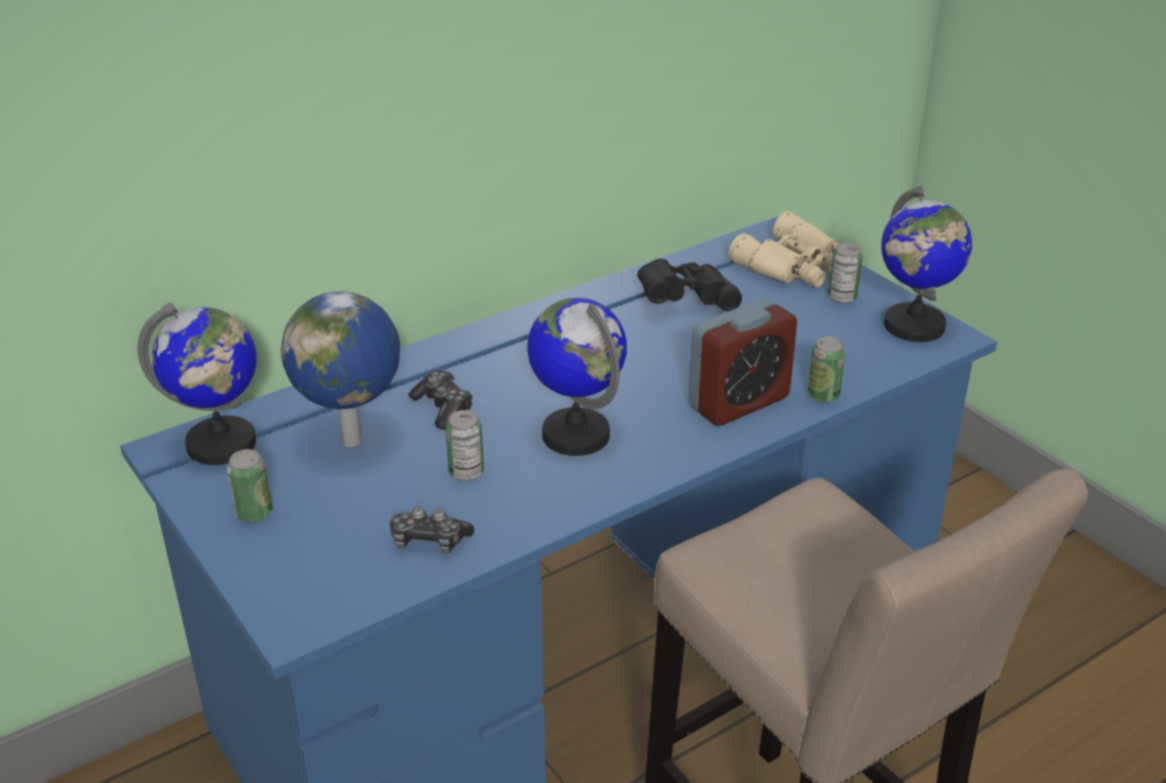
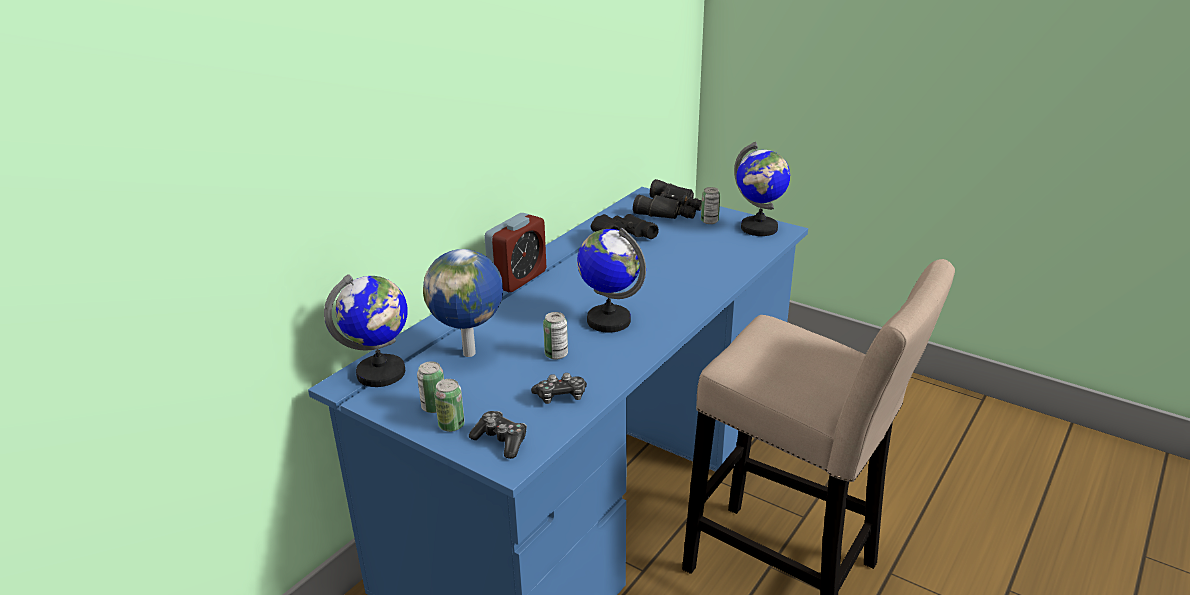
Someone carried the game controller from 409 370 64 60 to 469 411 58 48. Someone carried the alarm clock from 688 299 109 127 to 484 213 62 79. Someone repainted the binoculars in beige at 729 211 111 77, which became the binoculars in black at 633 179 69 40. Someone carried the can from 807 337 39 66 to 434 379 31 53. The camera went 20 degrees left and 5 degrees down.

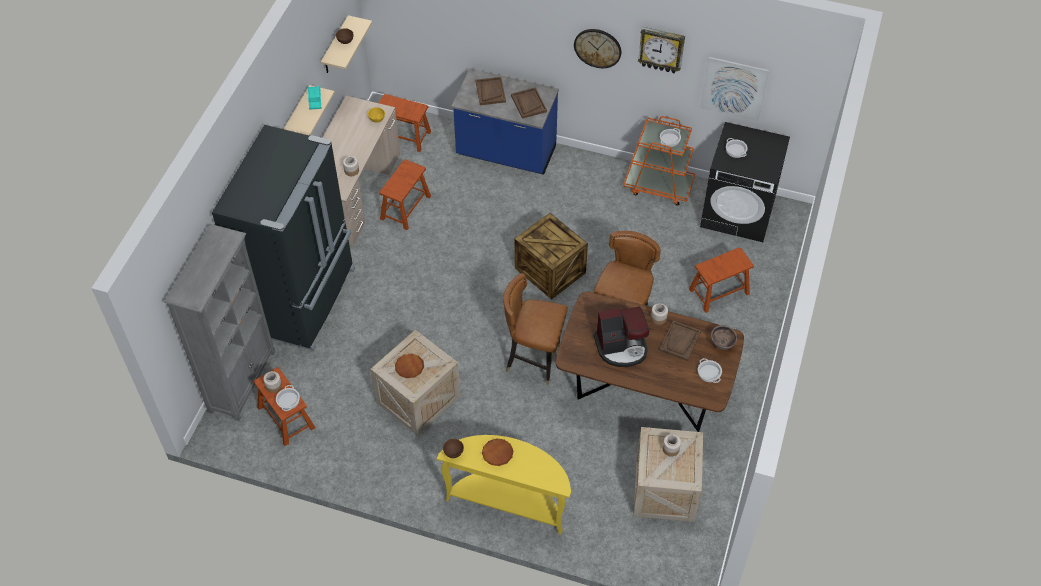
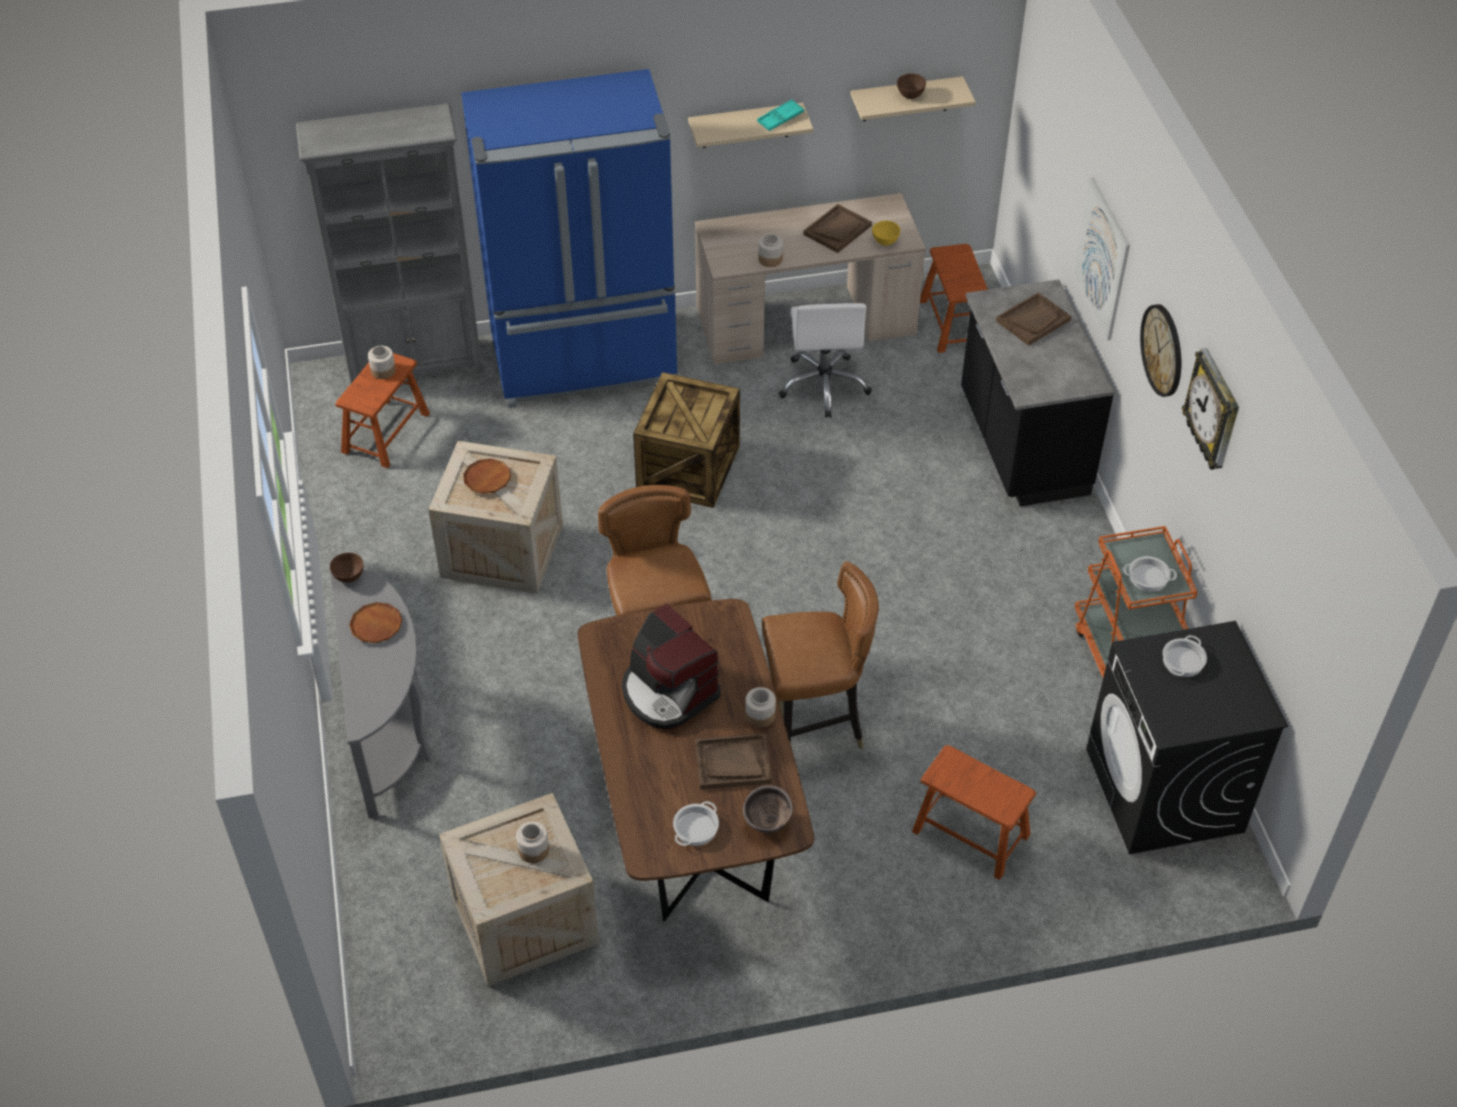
Someone repainted the fridge in black at 212 125 143 226, which became the fridge in blue at 461 69 216 339. Someone took away the cooking pot at 276 385 24 26. Someone swapped the stool in brown at 379 160 52 70 for the office chair in white at 779 303 93 115. Someone repainted the console table in yellow at 437 435 134 100, which became the console table in grey at 329 563 103 255. Someone repainted the counter in blue at 451 68 108 107, which became the counter in black at 961 279 154 227. Someone carried the tray in brown from 511 87 36 32 to 803 204 69 49. Someone carried the crate from 515 213 73 86 to 633 372 107 136. Someone carried the picture from 700 57 69 64 to 1074 178 56 162. The camera went 60 degrees right and 5 degrees down.

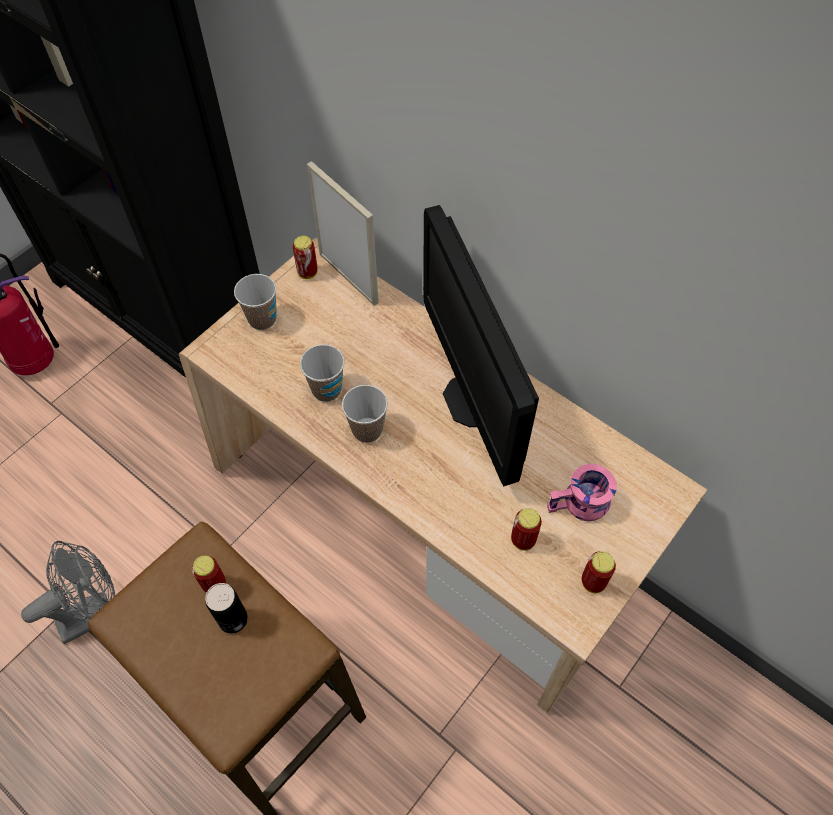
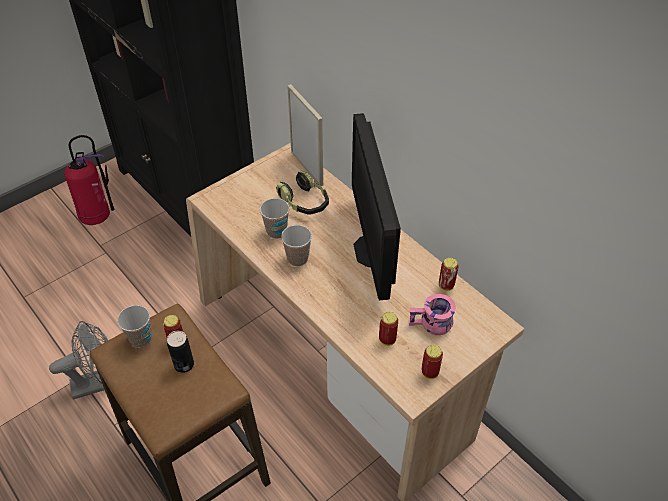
Someone carried the cup from 234 274 43 56 to 117 305 35 43. Someone carried the can from 293 236 25 43 to 439 258 20 33. Someone put down the headphones at 276 171 53 44. The camera went 10 degrees right and 10 degrees down.

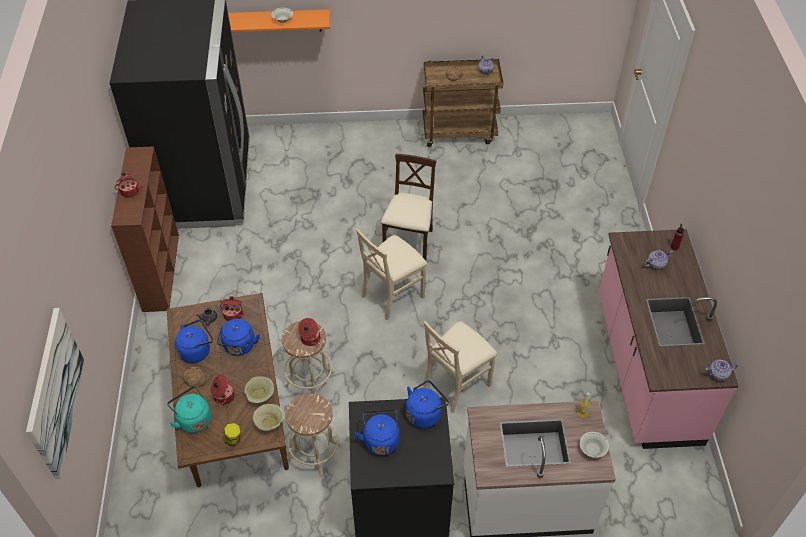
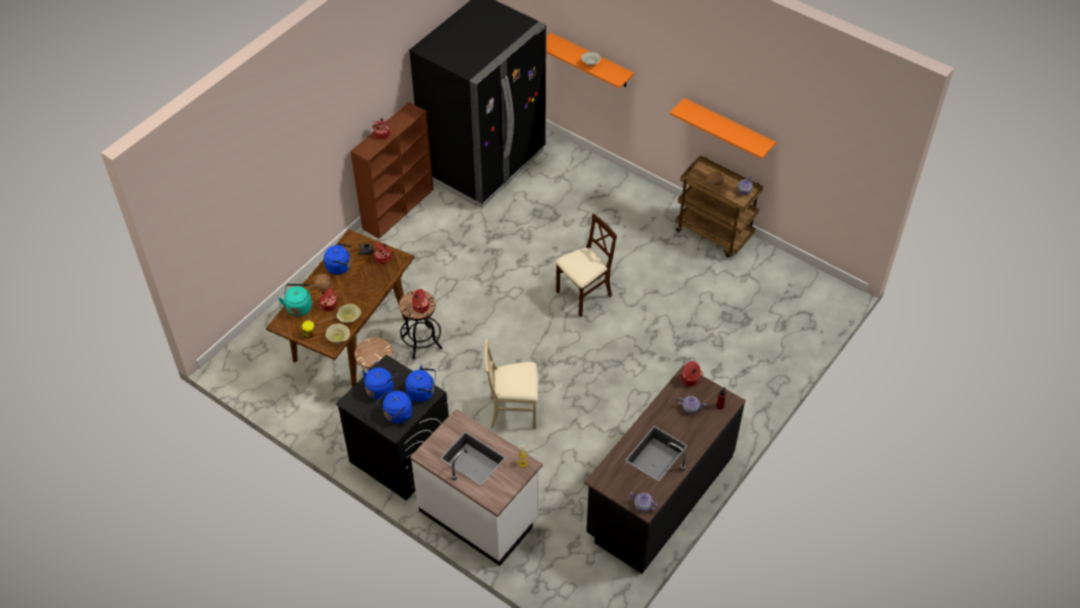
Someone took away the picture at 26 308 58 171. Someone carried the kettle in blue from 217 319 43 37 to 377 391 35 32. Someone repainted the stool in beige at 282 321 53 73, which became the stool in black at 399 290 43 69. Someone took away the chair in beige at 356 228 71 92. Someone took away the bowl in white at 580 432 29 26. Someone repainted the counter in pink at 598 229 141 220, which became the counter in black at 584 365 162 209. Someone put up the shelf in orange at 670 98 106 61. Someone put down the cooking pot at 679 361 24 25. The camera went 40 degrees right and 0 degrees up.

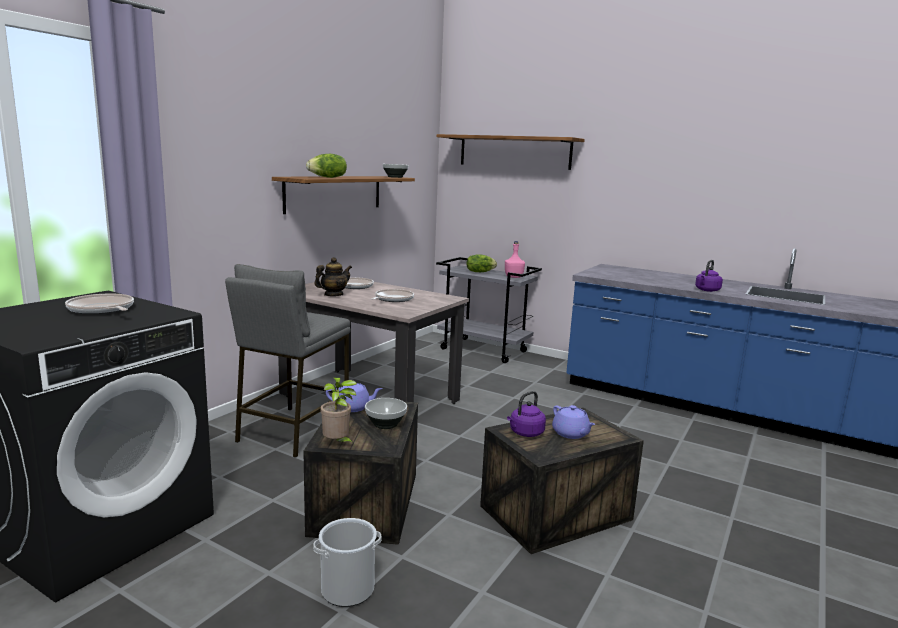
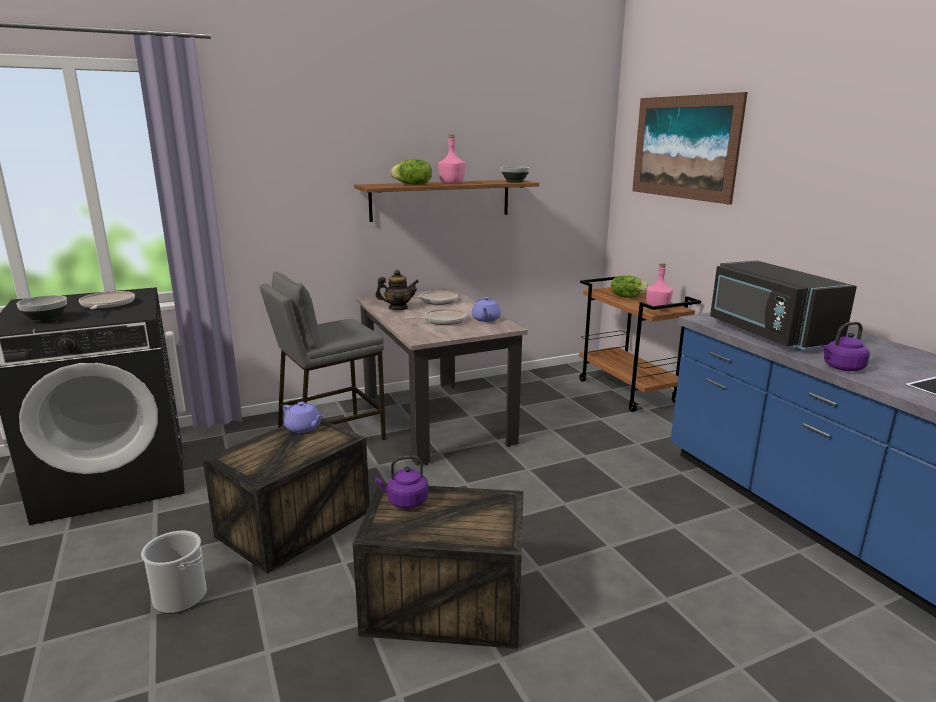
Someone took away the potted plant at 321 378 36 68. Someone carried the bowl from 365 398 42 31 to 17 295 50 28. Someone repainted the cart in grey at 436 257 106 106, which became the cart in brown at 579 277 122 135. Someone swapped the shelf at 437 134 148 36 for the picture at 632 92 116 113. Someone carried the teapot in purple from 552 405 43 34 to 472 297 29 25. Someone put down the bottle in pink at 438 135 28 49. Someone put down the microwave in black at 710 261 147 89. The camera went 35 degrees right and 5 degrees up.

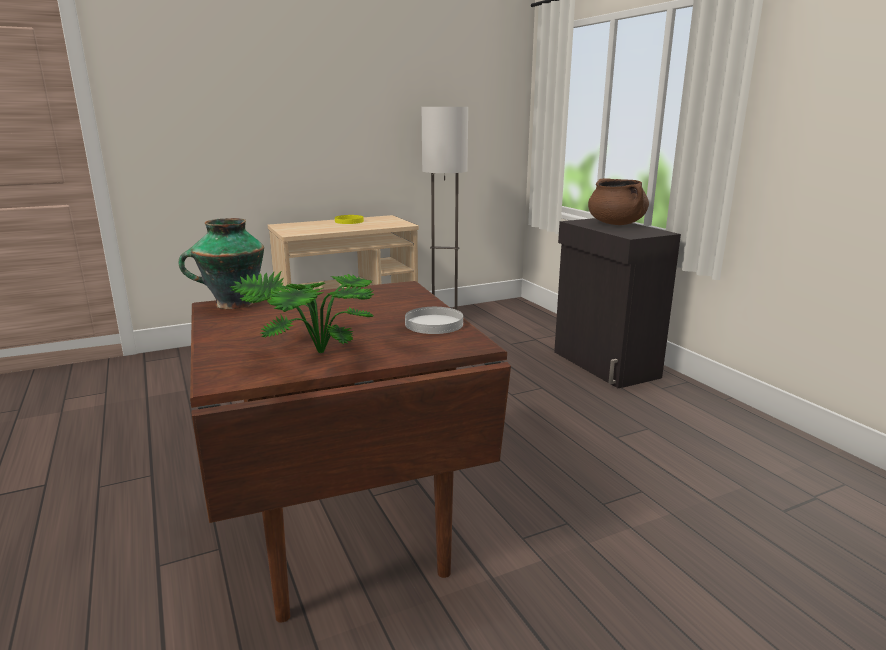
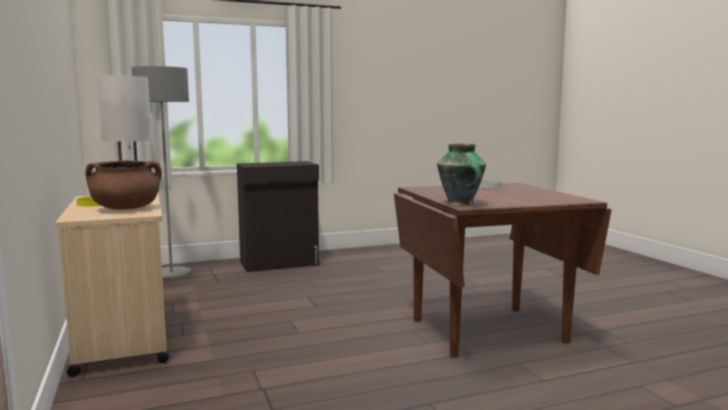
Someone took away the potted plant at 231 272 143 81. Someone carried the cooking pot in brown from 588 178 61 47 to 85 160 77 50. Someone put down the floor lamp in grey at 131 66 60 212. The camera went 85 degrees left and 10 degrees down.

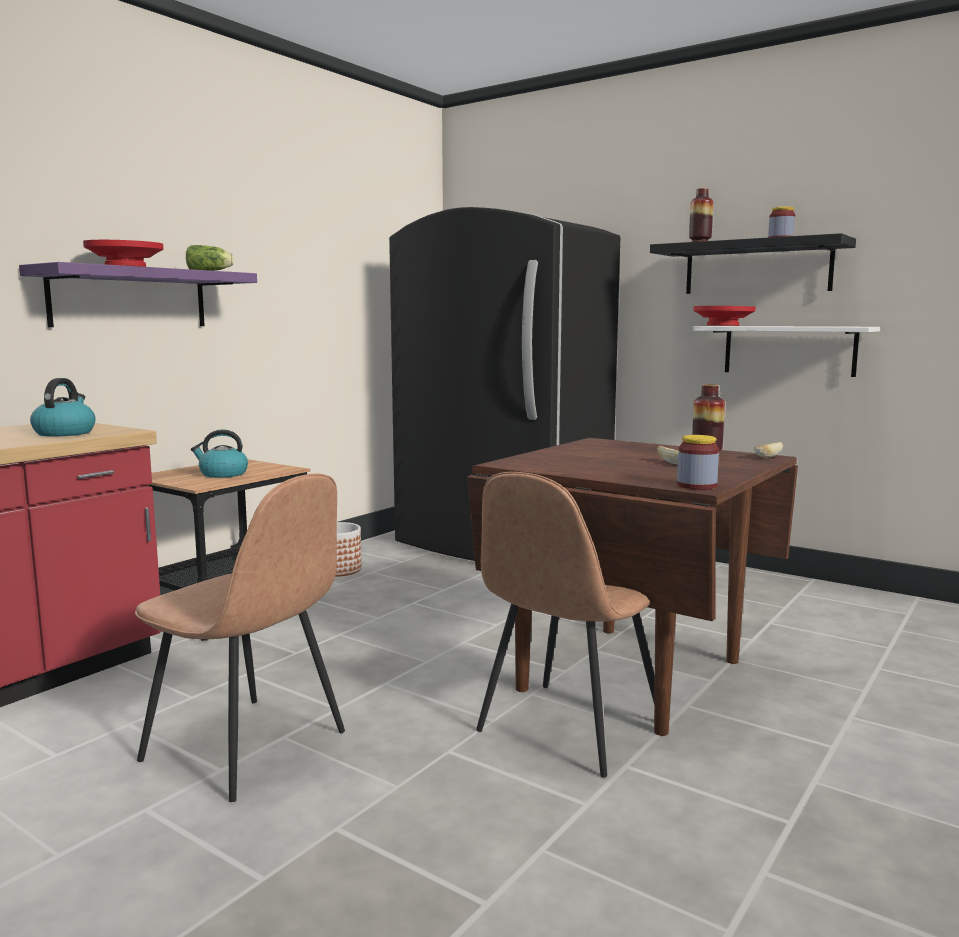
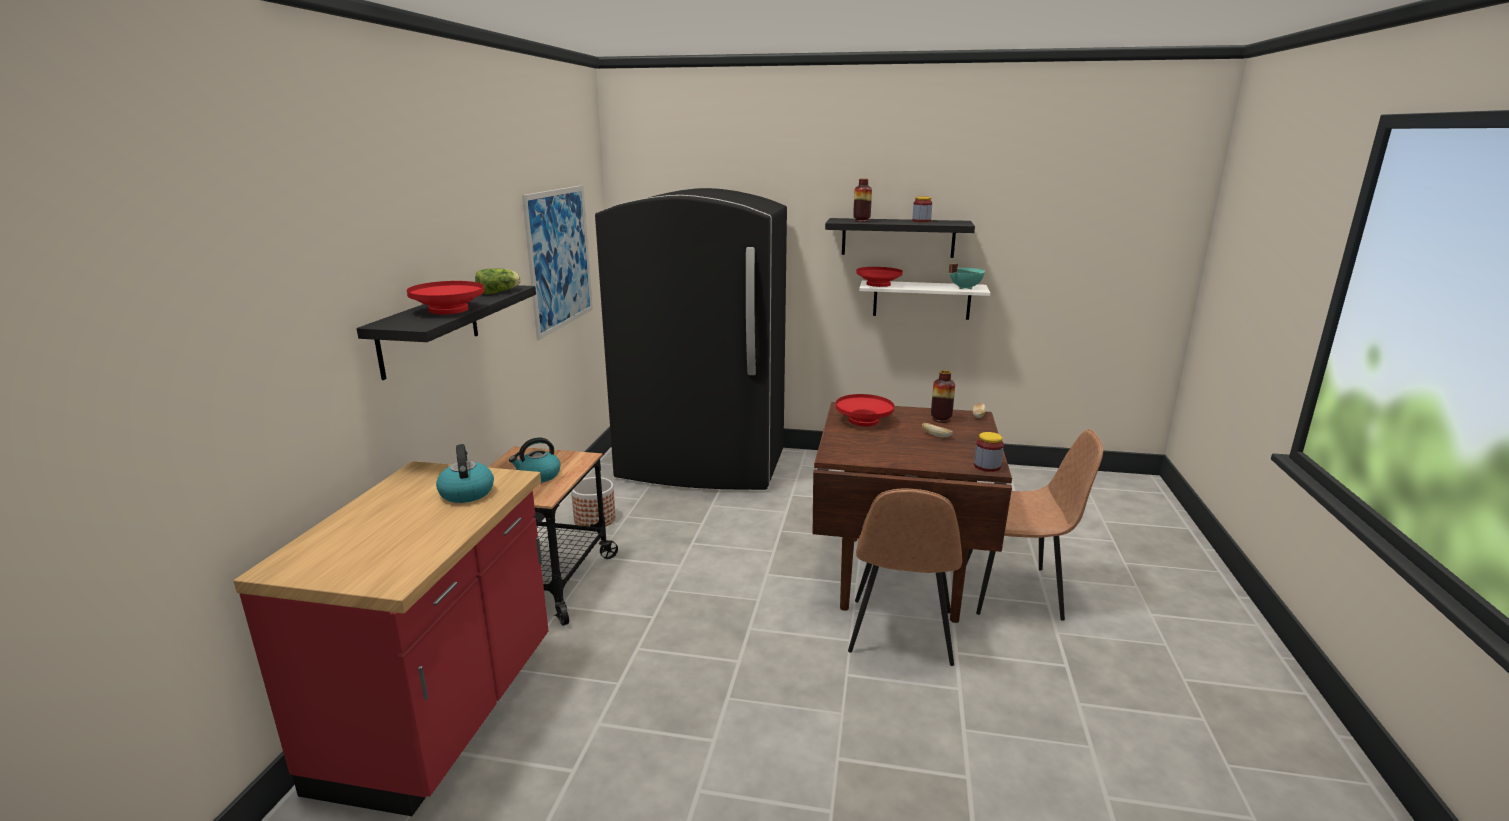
Someone repainted the shelf in purple at 19 262 238 65, which became the shelf in black at 356 285 180 95. Someone carried the chair in brown from 135 474 210 328 to 966 429 137 192. Someone put up the picture at 522 185 71 155. Someone put down the bowl in red at 836 394 58 32. Someone put down the cooking pot in turquoise at 949 263 36 26. The camera went 25 degrees left and 10 degrees up.

